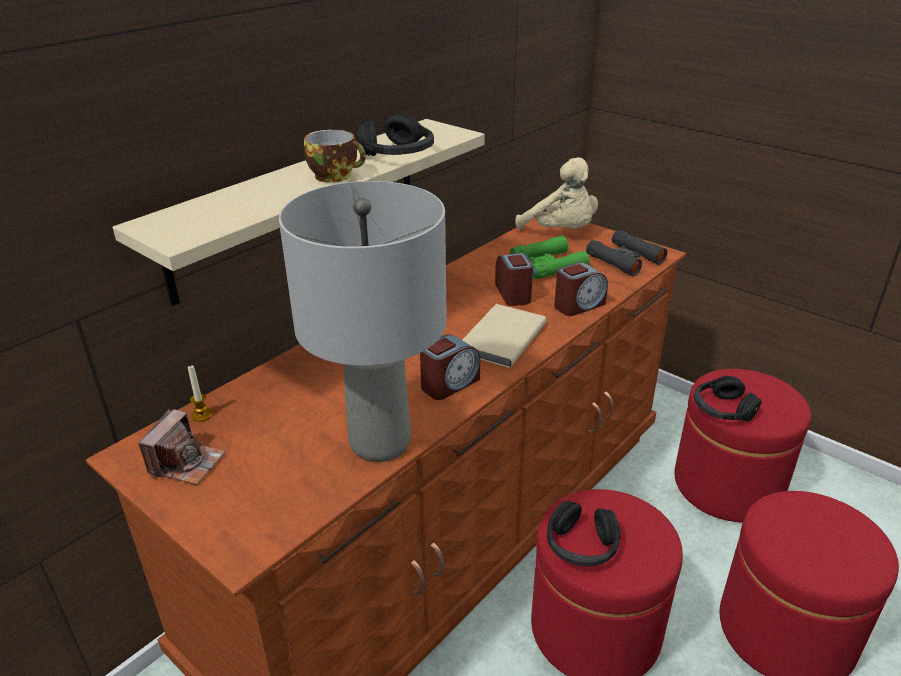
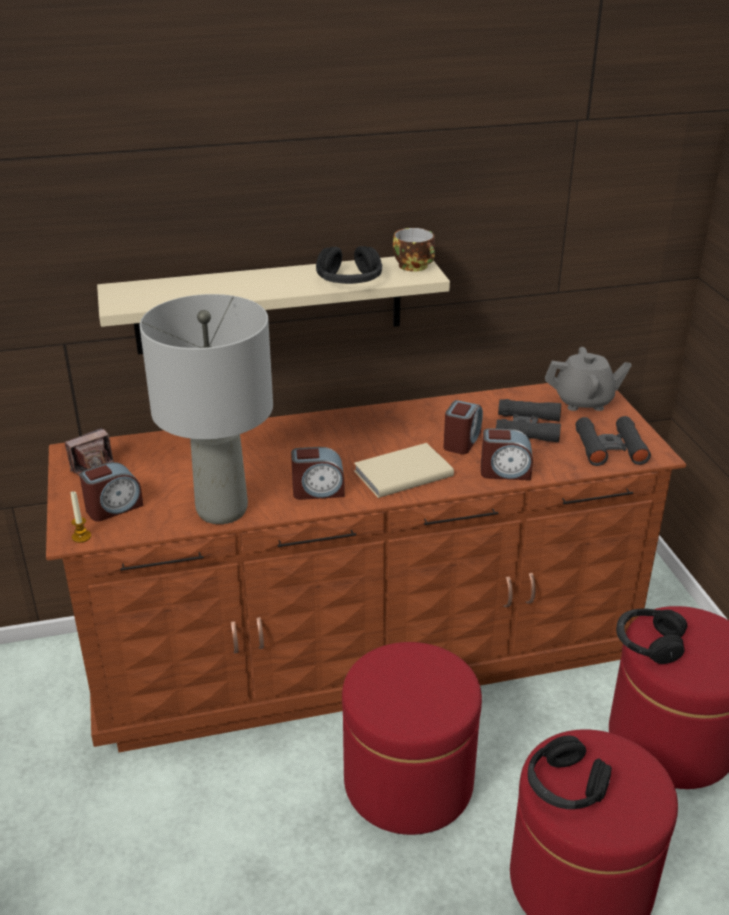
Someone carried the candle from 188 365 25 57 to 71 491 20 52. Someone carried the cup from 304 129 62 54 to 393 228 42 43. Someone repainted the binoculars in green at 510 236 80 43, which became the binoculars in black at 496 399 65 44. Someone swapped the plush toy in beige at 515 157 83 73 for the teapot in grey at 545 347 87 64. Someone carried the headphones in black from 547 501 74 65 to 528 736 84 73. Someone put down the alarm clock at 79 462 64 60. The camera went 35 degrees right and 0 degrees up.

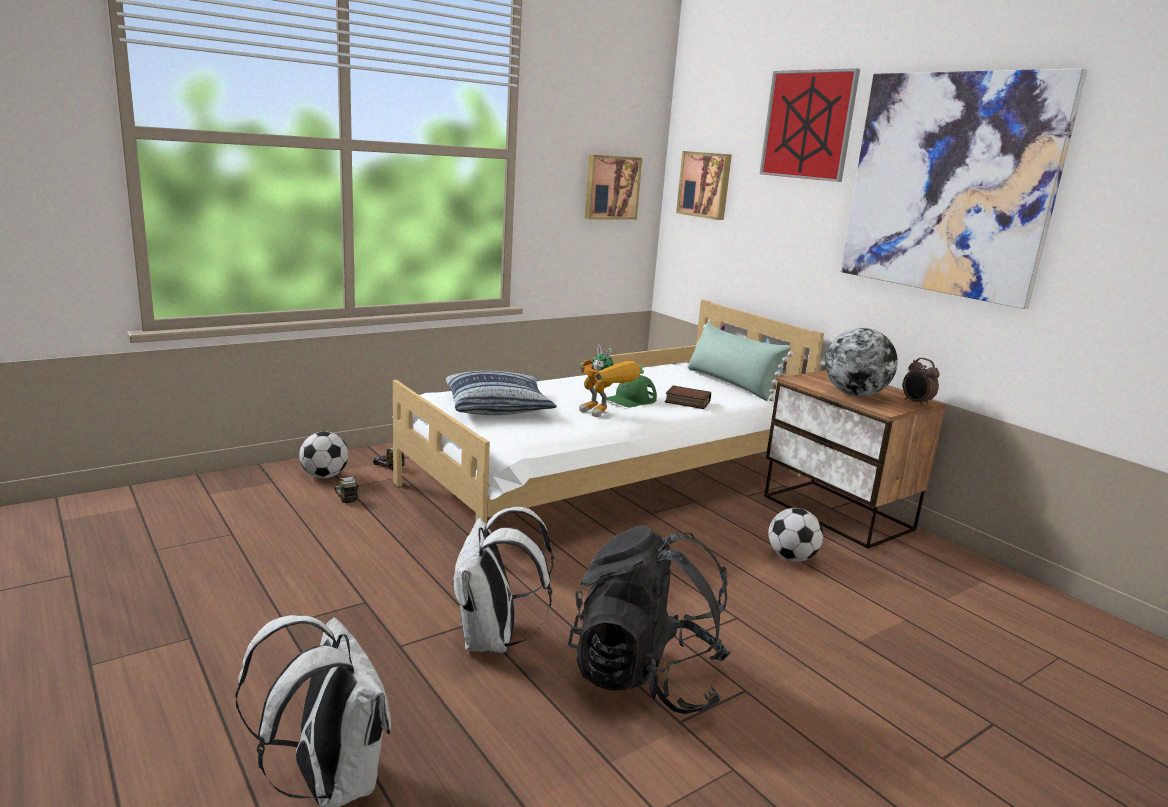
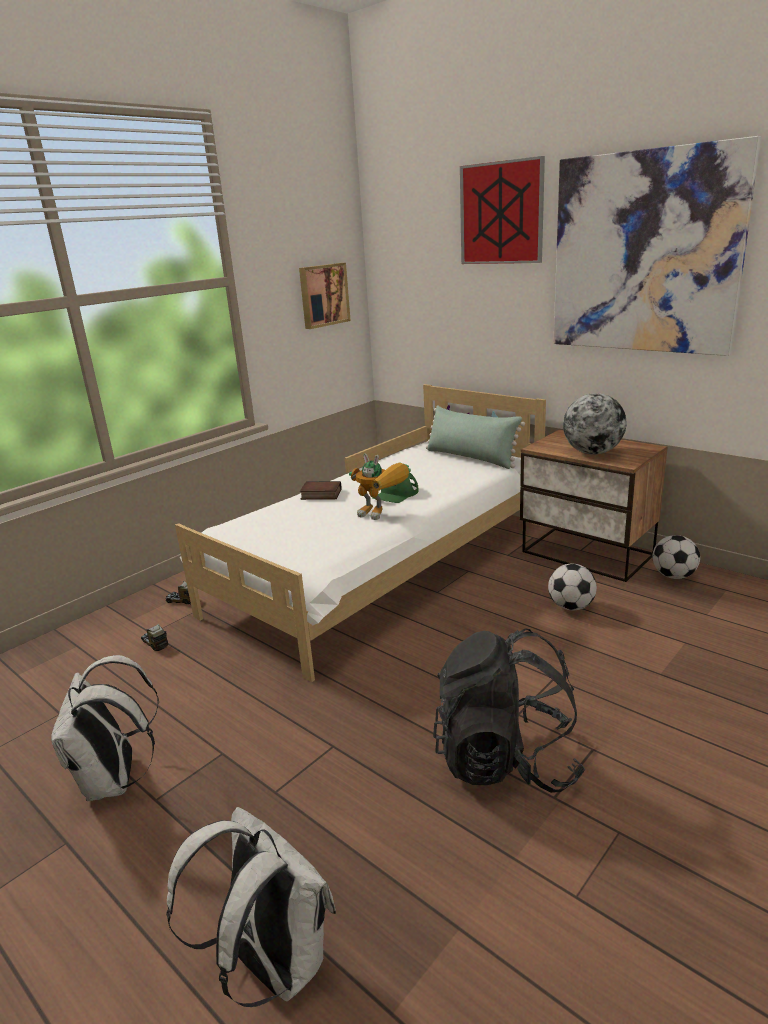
Someone carried the football from 299 431 49 47 to 652 535 48 44. Someone took away the pillow at 445 371 112 44. Someone carried the backpack in white from 452 507 102 146 to 51 655 108 146. Someone carried the book from 665 385 46 24 to 300 481 42 19. Someone took away the picture at 676 151 56 69. Someone took away the alarm clock at 903 358 37 48. The camera went 10 degrees left and 5 degrees up.

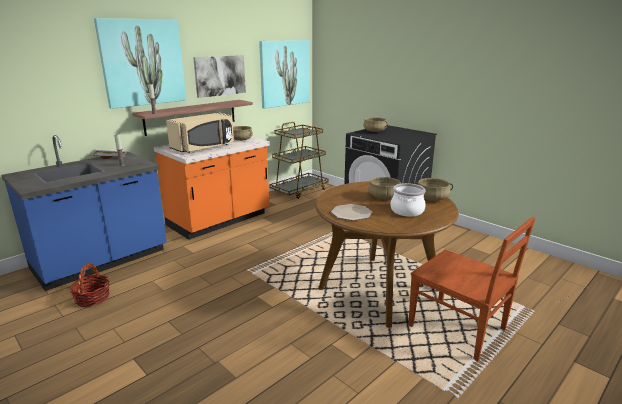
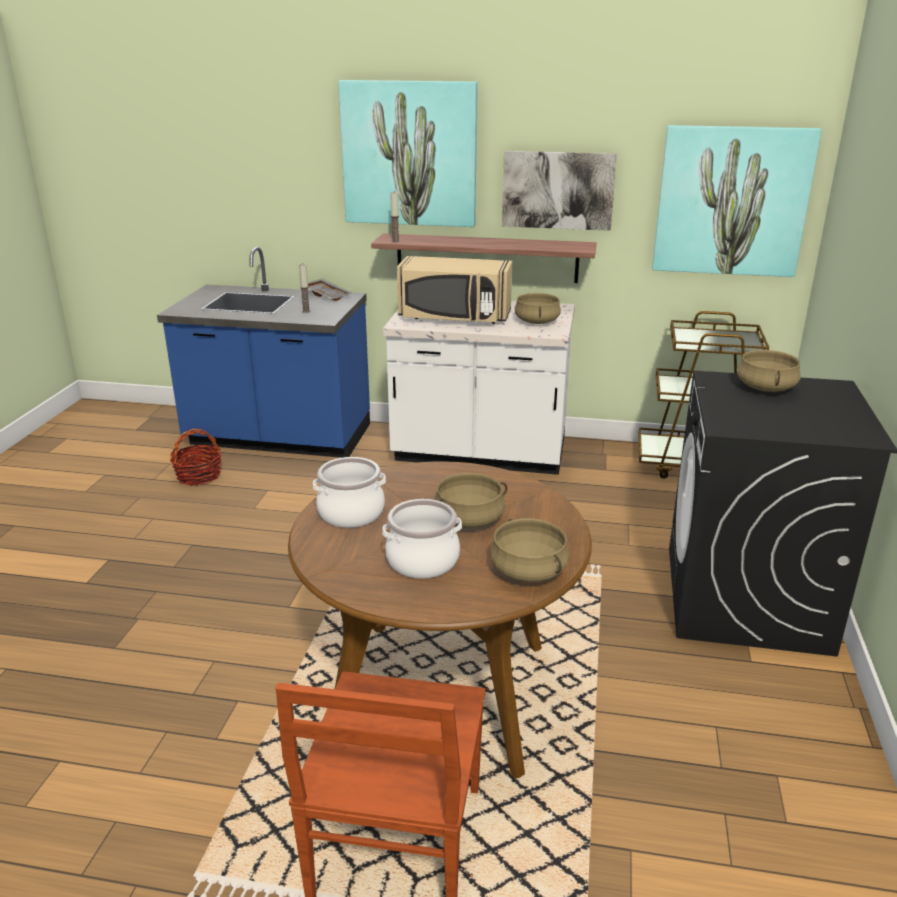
Someone repainted the counter in orange at 154 137 116 103, which became the counter in white at 383 301 192 174. Someone swapped the plate at 331 204 42 17 for the cooking pot at 313 457 73 71. The camera went 55 degrees right and 5 degrees up.

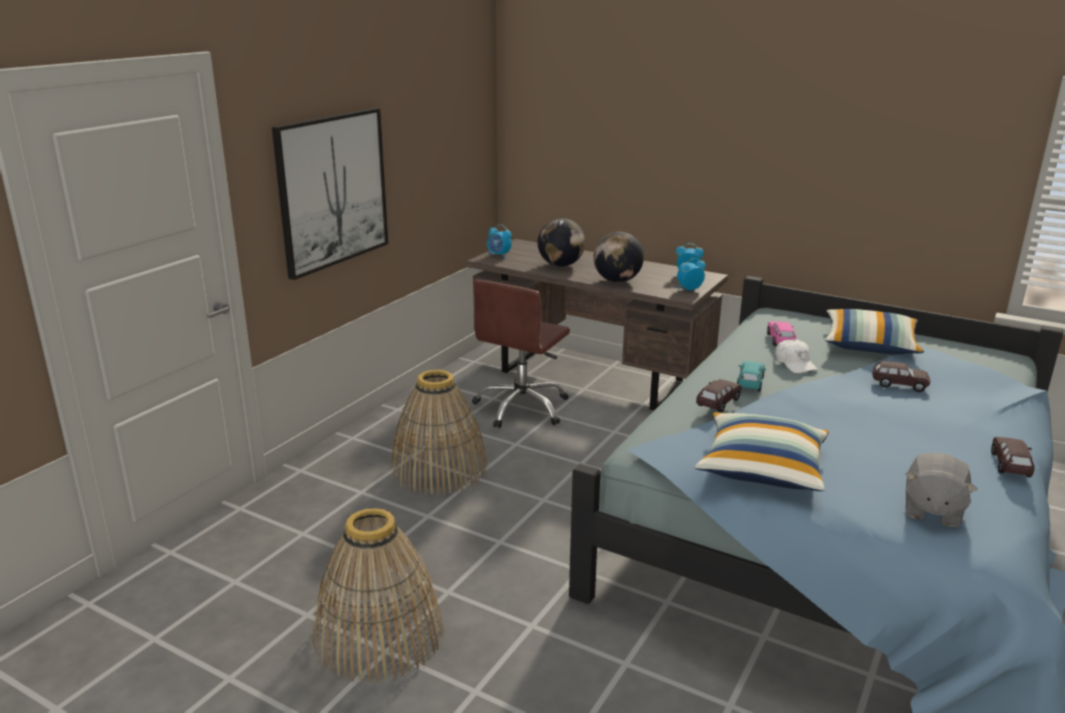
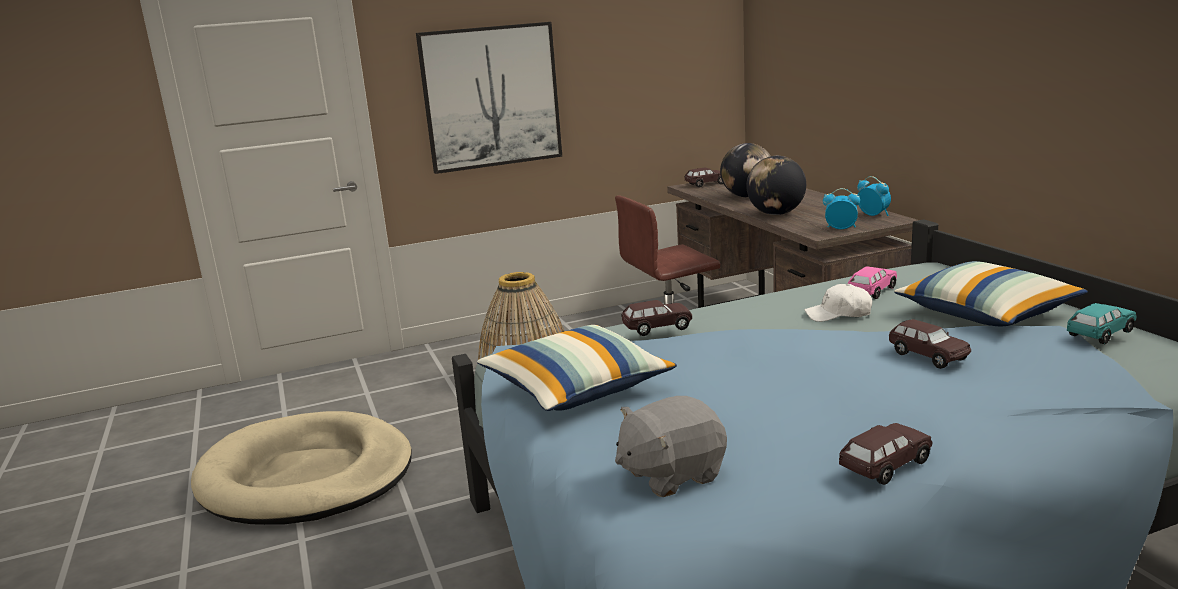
Someone swapped the basket at 313 508 131 175 for the dog bed in beige at 191 411 221 114. Someone swapped the alarm clock at 487 224 25 34 for the toy car in brown at 684 168 39 19. Someone carried the toy car in turquoise from 737 361 29 31 to 1067 303 70 41. Someone rotated the cap in white at 775 339 43 35 by 75 degrees clockwise. The camera went 40 degrees right and 5 degrees down.

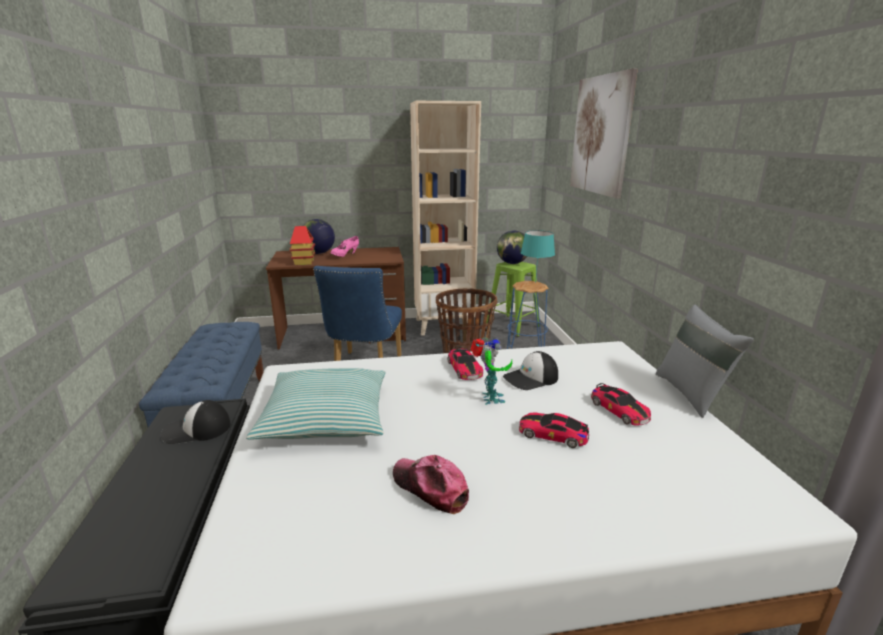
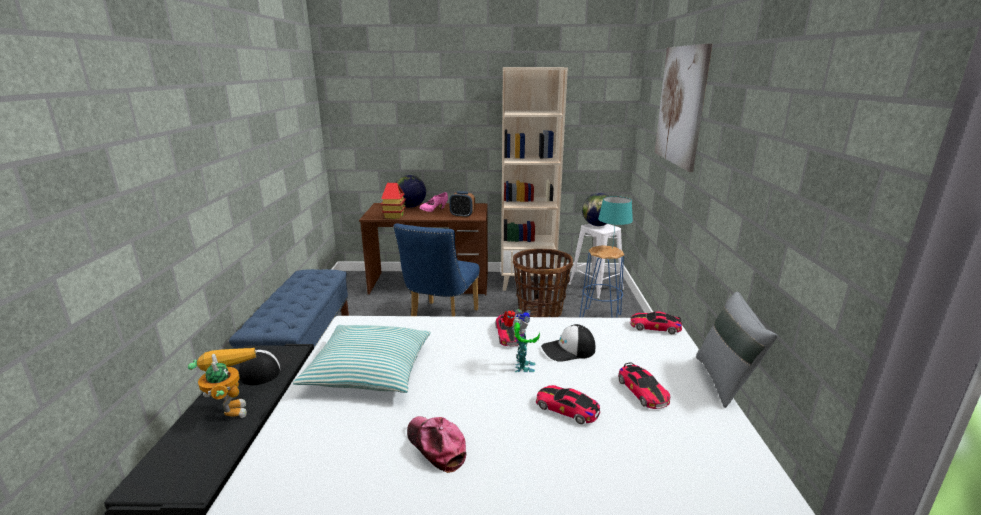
Someone rotated the cap at 161 400 70 44 by 105 degrees clockwise. Someone repainted the stool in green at 486 262 53 75, which became the stool in white at 568 223 56 76. Someone put down the toy robot at 188 348 68 70. Someone put down the alarm clock at 449 191 26 27. Someone put down the toy car at 630 311 52 23. The camera went 10 degrees right and 0 degrees up.

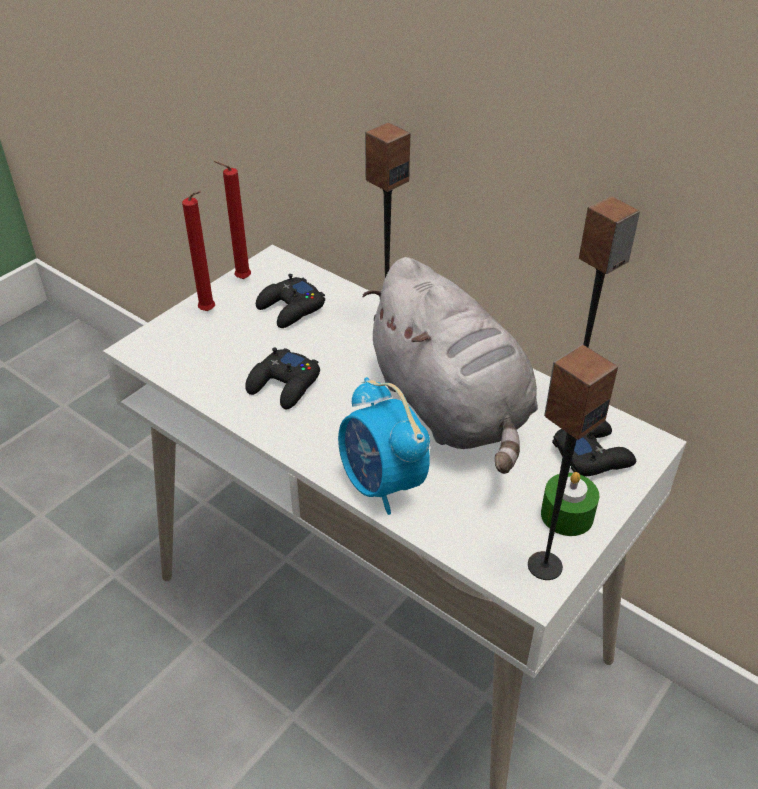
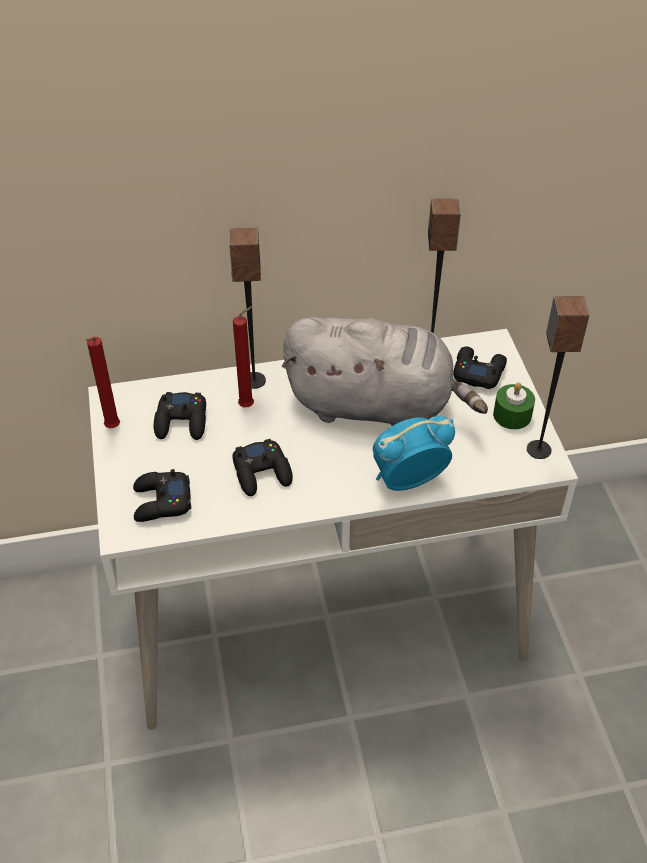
Someone carried the candle in red from 182 191 33 120 to 233 306 21 101. Someone rotated the alarm clock at 338 377 92 138 by 150 degrees clockwise. Someone put down the game controller in black at 133 469 58 53. The camera went 50 degrees left and 5 degrees up.

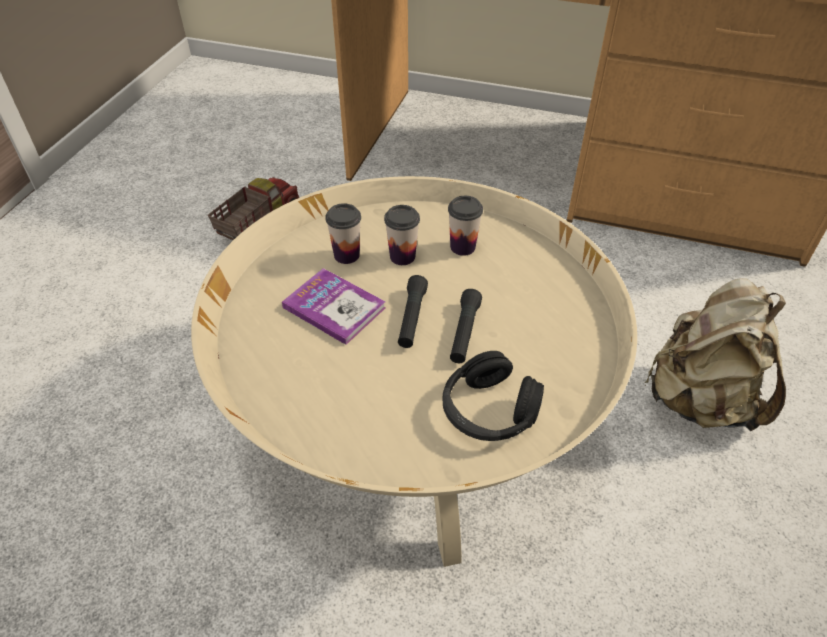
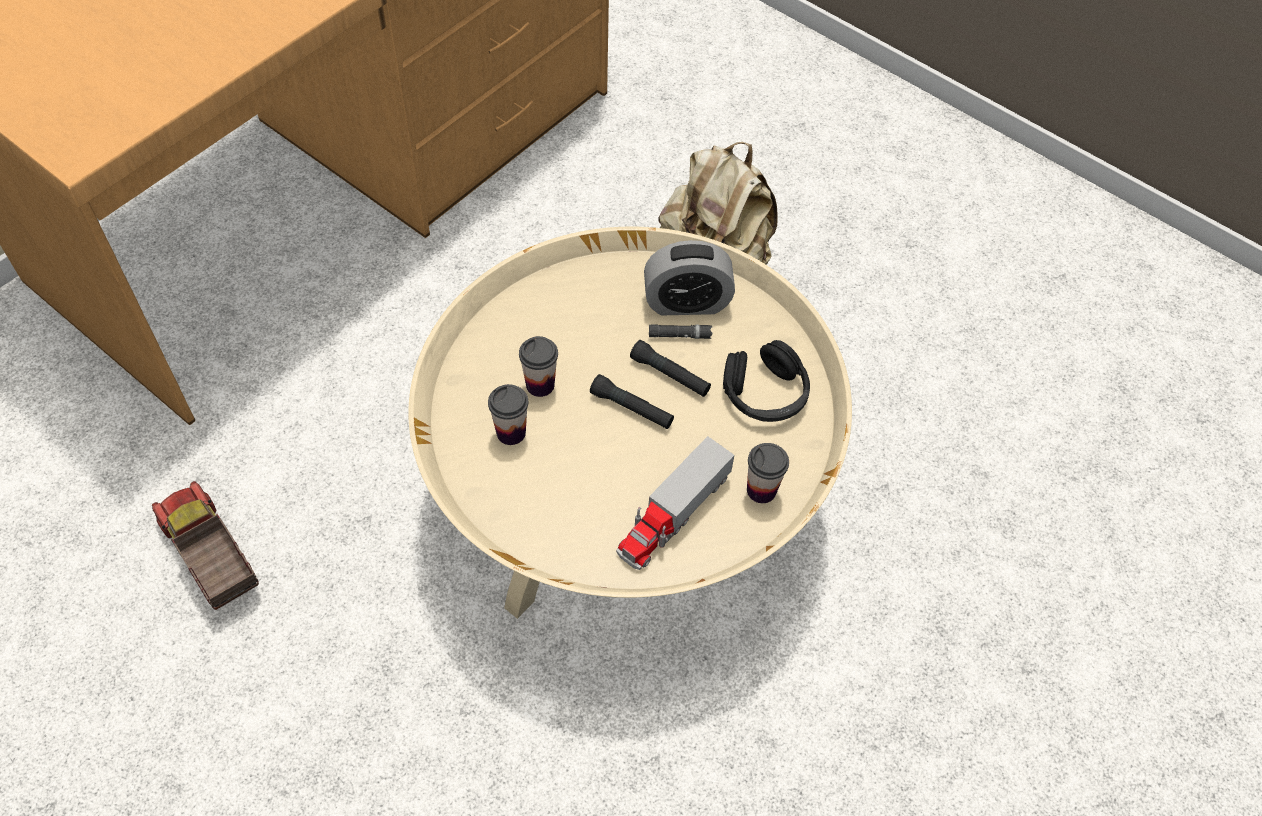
Someone took away the book at 282 268 104 77. Someone carried the cup from 448 196 35 60 to 747 443 42 60. Someone put down the toy truck at 616 436 118 134. Someone put down the alarm clock at 644 240 91 75. Someone put down the flashlight in black at 649 324 63 15. The camera went 70 degrees left and 10 degrees up.

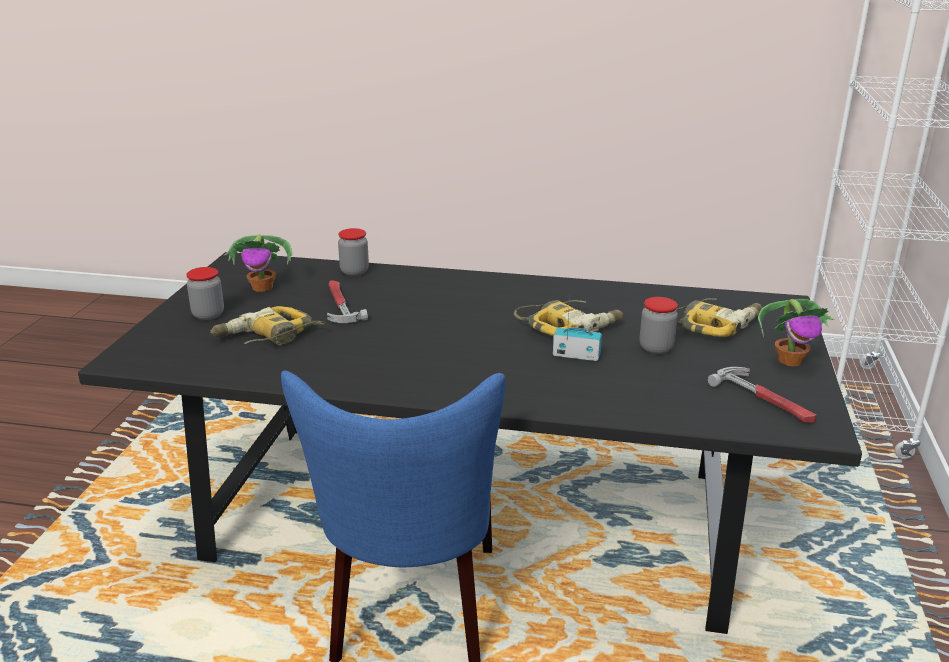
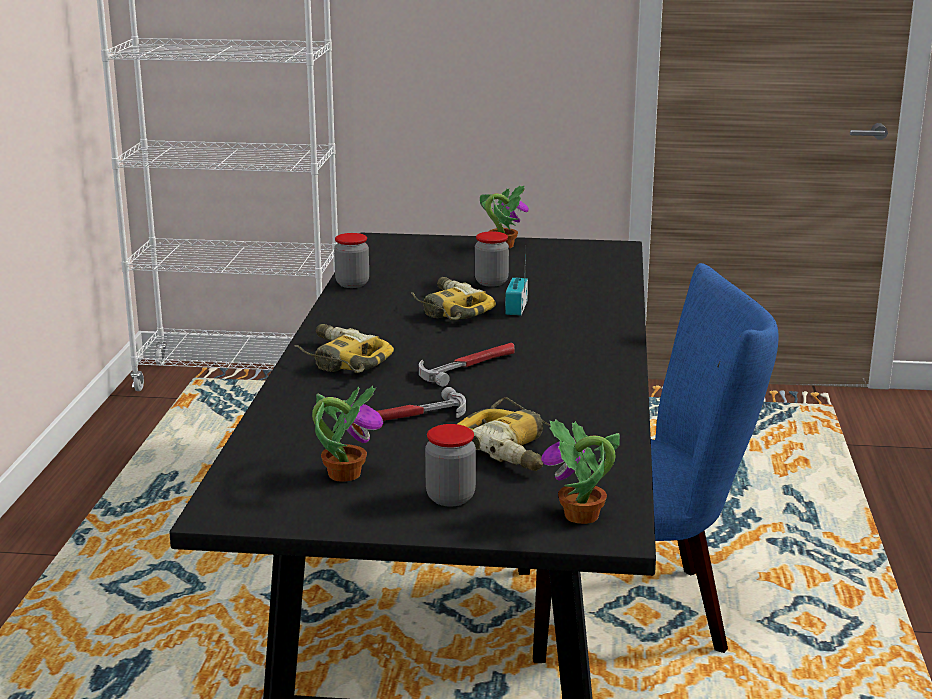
Someone carried the jar from 338 228 31 48 to 334 233 35 55. Someone carried the power drill from 676 298 86 39 to 294 324 100 49. Someone carried the hammer from 708 367 109 56 to 419 343 95 44. Someone put down the potted plant at 541 419 79 105. The camera went 95 degrees left and 5 degrees down.

